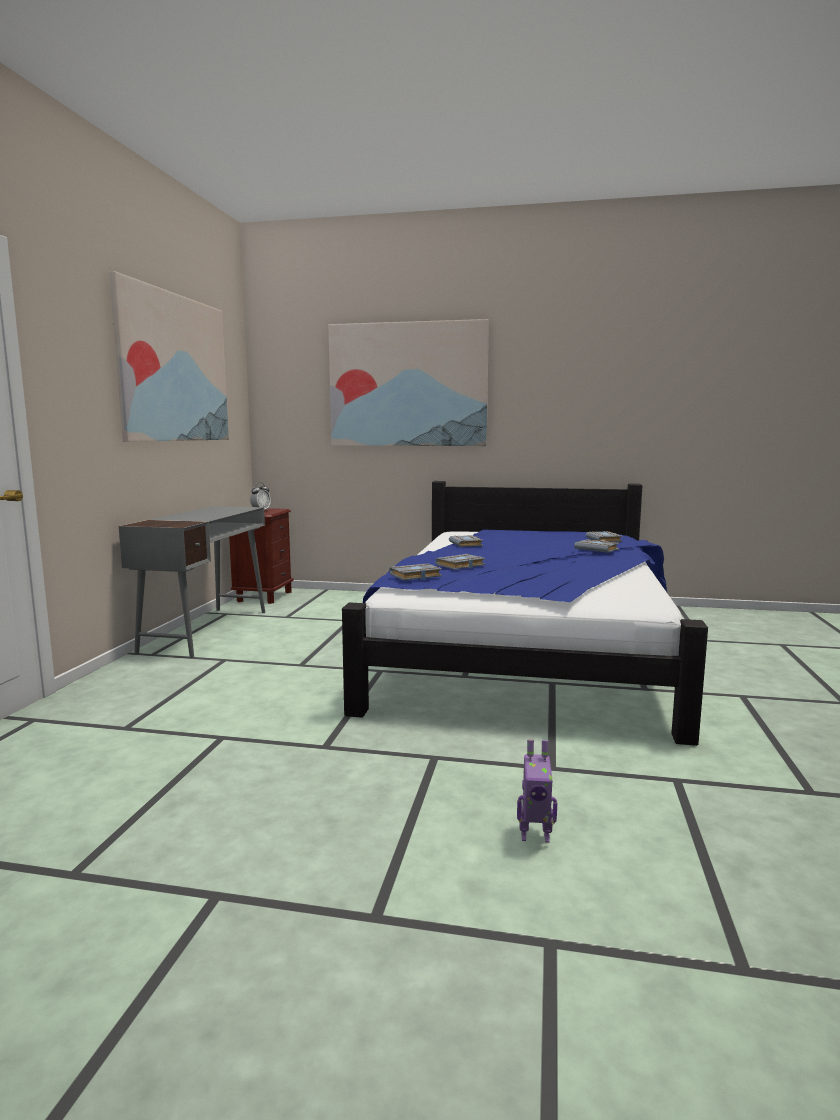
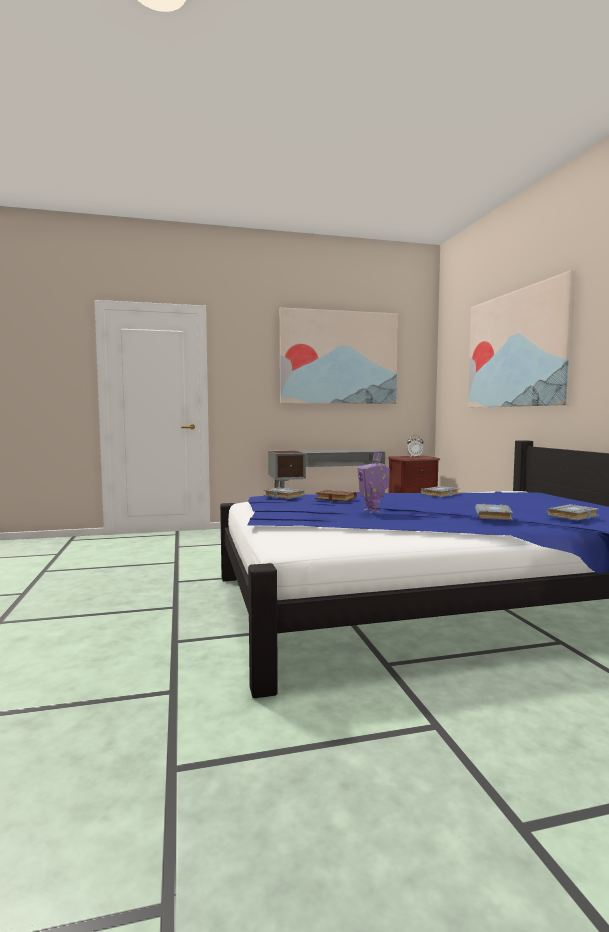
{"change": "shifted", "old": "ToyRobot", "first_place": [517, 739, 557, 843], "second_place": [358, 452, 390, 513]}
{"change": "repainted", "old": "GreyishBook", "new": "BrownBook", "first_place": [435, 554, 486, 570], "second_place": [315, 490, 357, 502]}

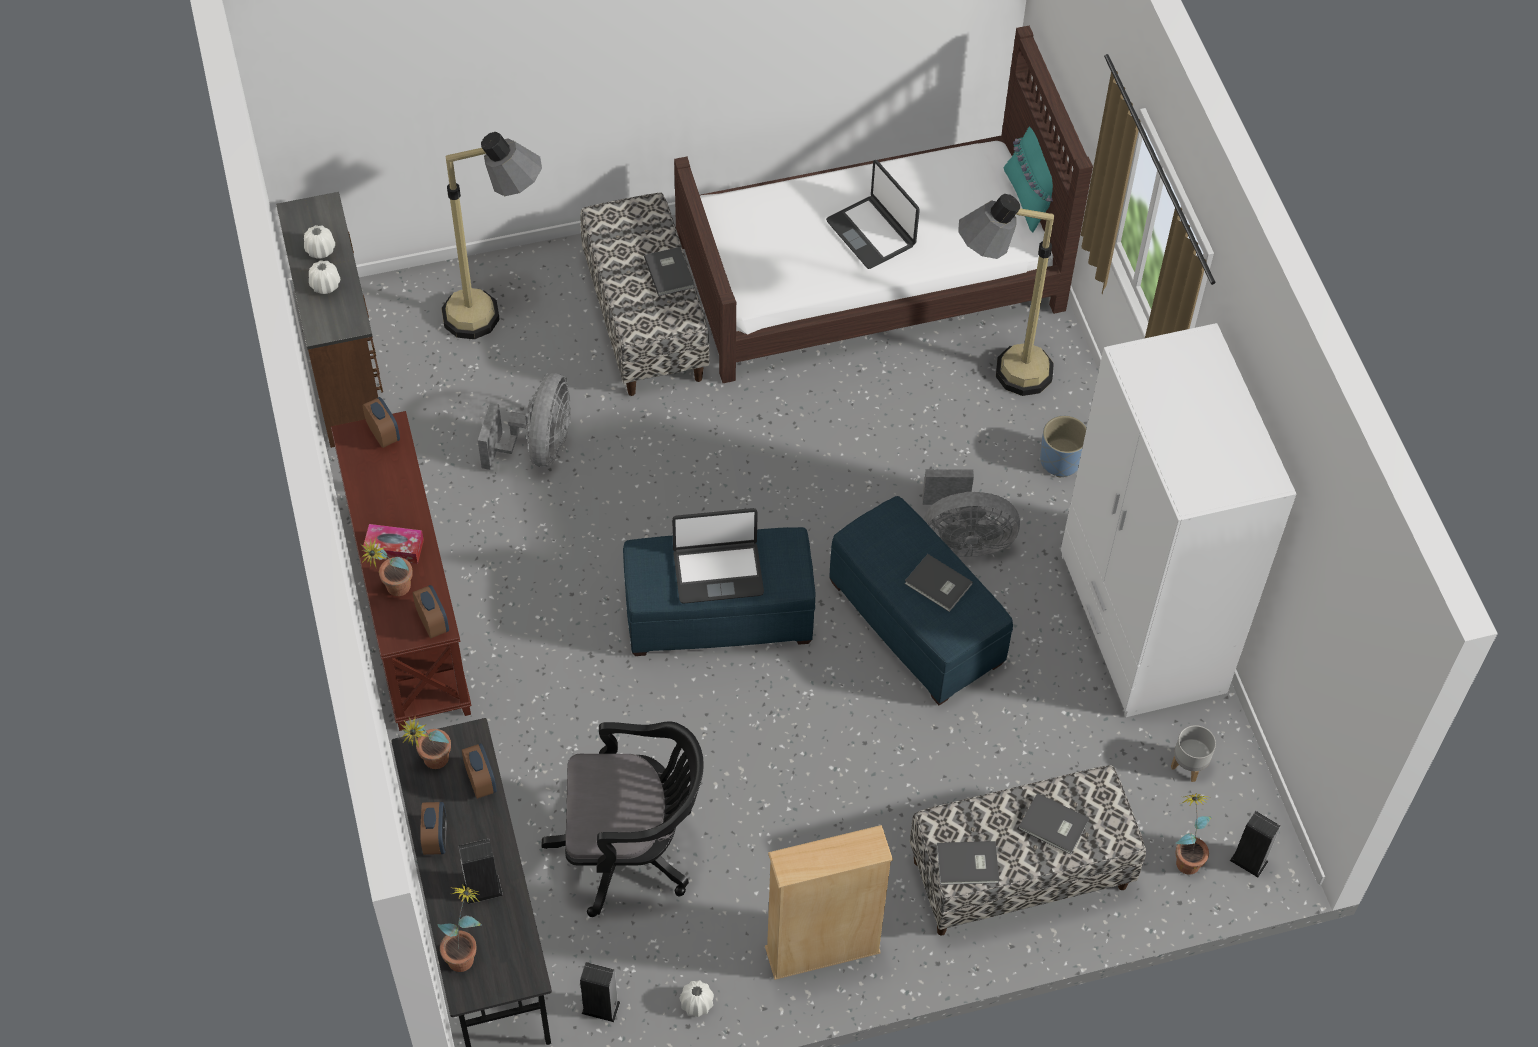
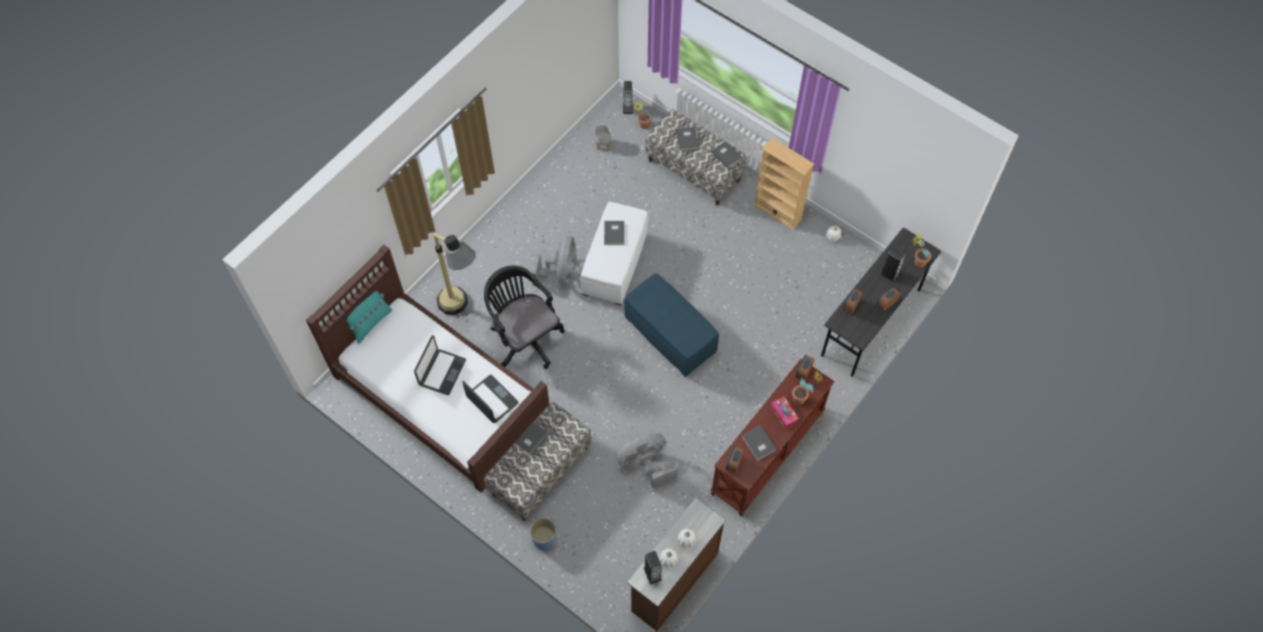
{"change": "gone", "old": "PlantInAPot", "first_place": [399, 715, 451, 769]}
{"change": "gone", "old": "StandingLamp", "first_place": [441, 132, 542, 339]}
{"change": "gone", "old": "WhitishClothesCupboard", "first_place": [1061, 323, 1296, 717]}
{"change": "new", "new": "GreyishBook", "second_place": [742, 425, 777, 460]}
{"change": "shifted", "old": "BlackOfficeChair", "first_place": [541, 721, 704, 917], "second_place": [484, 266, 565, 369]}
{"change": "shifted", "old": "Loudspeaker", "first_place": [580, 962, 620, 1022], "second_place": [644, 551, 662, 585]}
{"change": "shifted", "old": "NotebookComputer", "first_place": [672, 508, 764, 604], "second_place": [462, 375, 519, 423]}
{"change": "shifted", "old": "BlueColouredFlowerPot", "first_place": [1040, 416, 1087, 477], "second_place": [530, 518, 556, 550]}
{"change": "repainted", "old": "BlueColouredPouffe", "new": "WhitishPouffe", "first_place": [829, 496, 1013, 705], "second_place": [580, 202, 648, 305]}
{"change": "rotated", "old": "GreyishCoolingFan", "first_place": [922, 469, 1020, 557], "second_place": [531, 236, 577, 286], "degrees": 45}

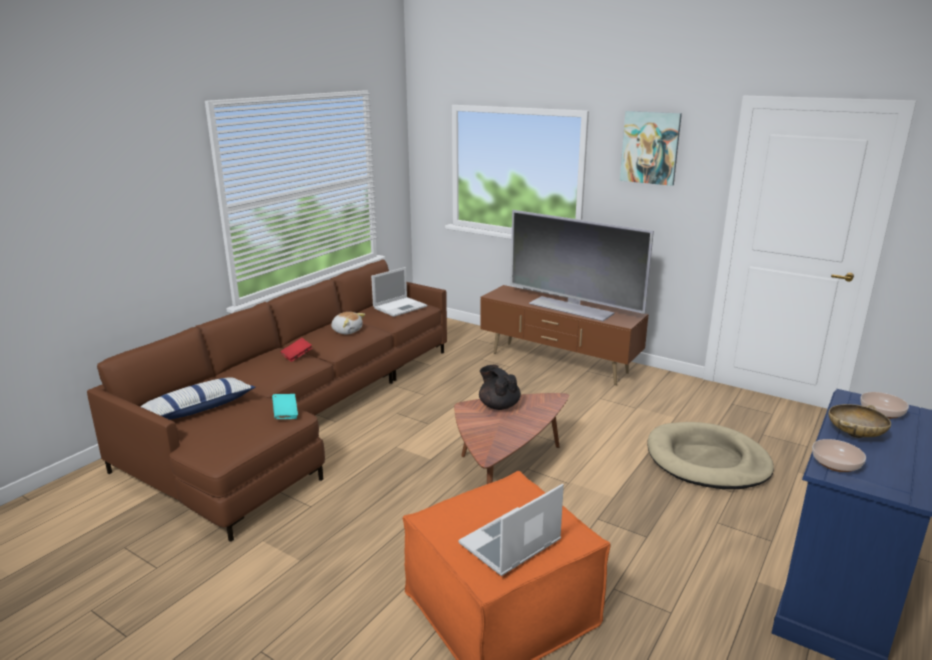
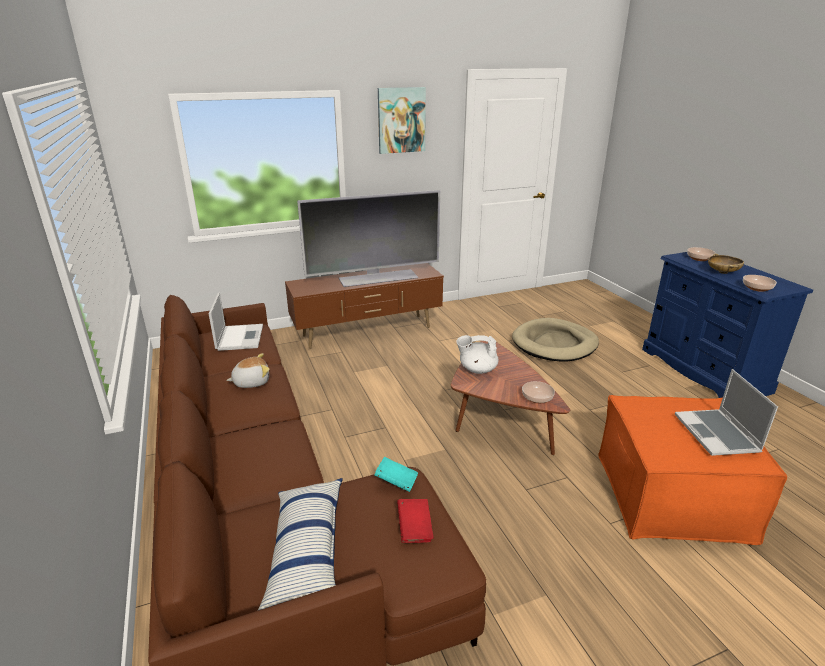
{"change": "new", "new": "ServingBowl", "second_place": [522, 381, 555, 403]}
{"change": "shifted", "old": "RedBook", "first_place": [280, 338, 312, 362], "second_place": [397, 499, 434, 543]}
{"change": "repainted", "old": "BlackPotForTea", "new": "WhitishPotForTea", "first_place": [479, 365, 521, 410], "second_place": [456, 335, 499, 374]}

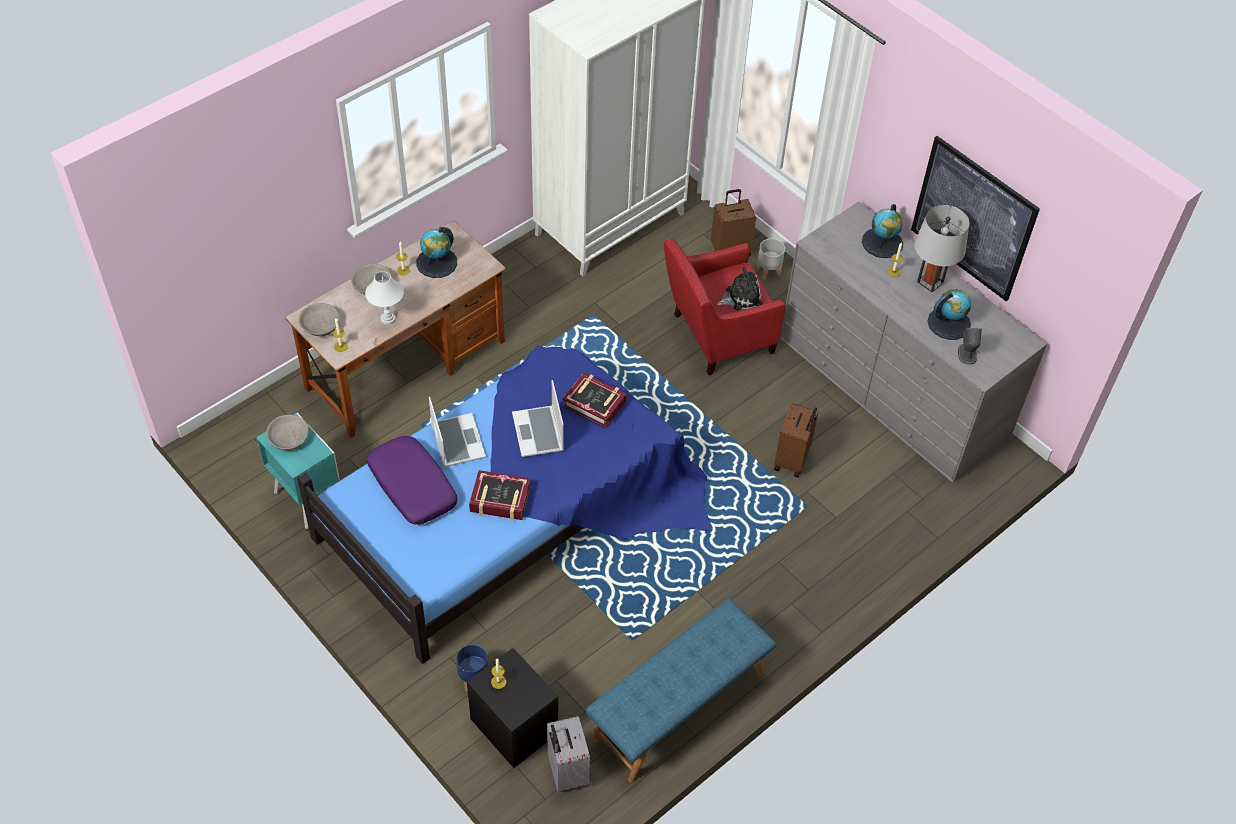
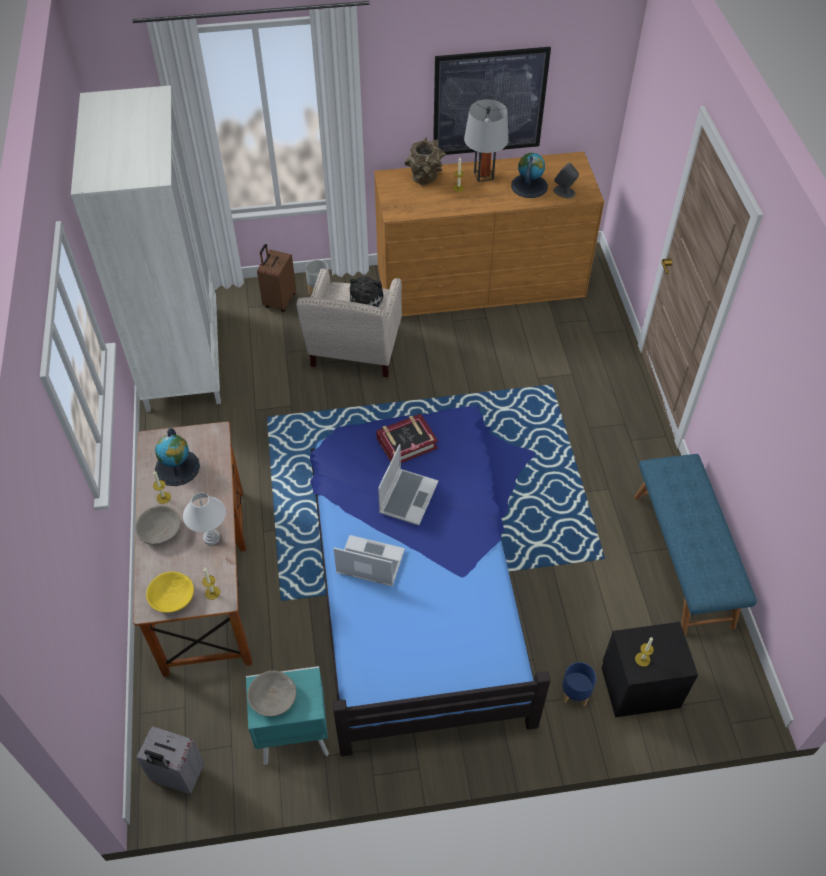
{"change": "gone", "old": "PurpleColouredCushion", "first_place": [366, 436, 458, 525]}
{"change": "gone", "old": "Book", "first_place": [469, 470, 531, 520]}
{"change": "gone", "old": "BrownTravelCase", "first_place": [774, 403, 819, 477]}
{"change": "shifted", "old": "GreyishTravelCase", "first_place": [547, 716, 590, 792], "second_place": [136, 726, 205, 794]}
{"change": "swapped", "old": "Globe", "new": "BrownVase", "first_place": [862, 204, 903, 258], "second_place": [405, 138, 446, 185]}
{"change": "repainted", "old": "GreyishServingBowl", "new": "YellowServingBowl", "first_place": [299, 303, 340, 336], "second_place": [146, 571, 194, 613]}
{"change": "repainted", "old": "RedArmchair", "new": "SandColouredArmchair", "first_place": [664, 239, 785, 375], "second_place": [296, 268, 402, 377]}
{"change": "repainted", "old": "GreyishDrawerChest", "new": "BrownDrawerChest", "first_place": [780, 202, 1047, 483], "second_place": [374, 152, 604, 316]}
{"change": "rotated", "old": "NotebookComputer", "first_place": [512, 380, 564, 457], "second_place": [378, 444, 438, 525], "degrees": -90}

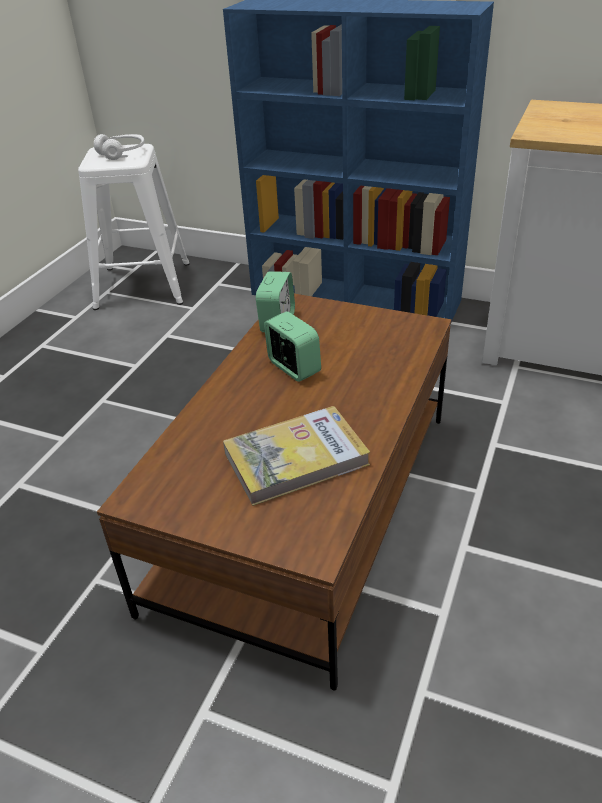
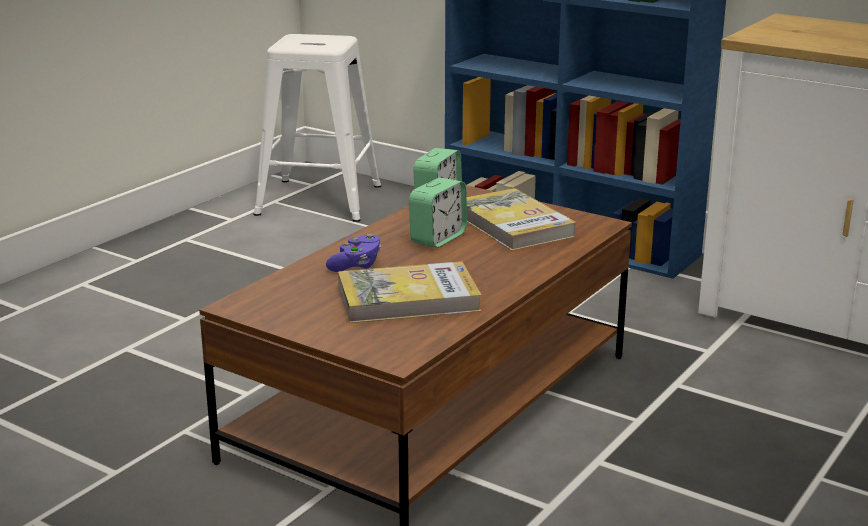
{"change": "gone", "old": "WhitishPairOfHeadphones", "first_place": [94, 134, 145, 160]}
{"change": "new", "new": "PurpleColouredJoypad", "second_place": [326, 234, 381, 272]}
{"change": "new", "new": "Book", "second_place": [467, 188, 576, 251]}
{"change": "rotated", "old": "BedsideClock", "first_place": [264, 311, 321, 382], "second_place": [409, 178, 467, 248], "degrees": 60}

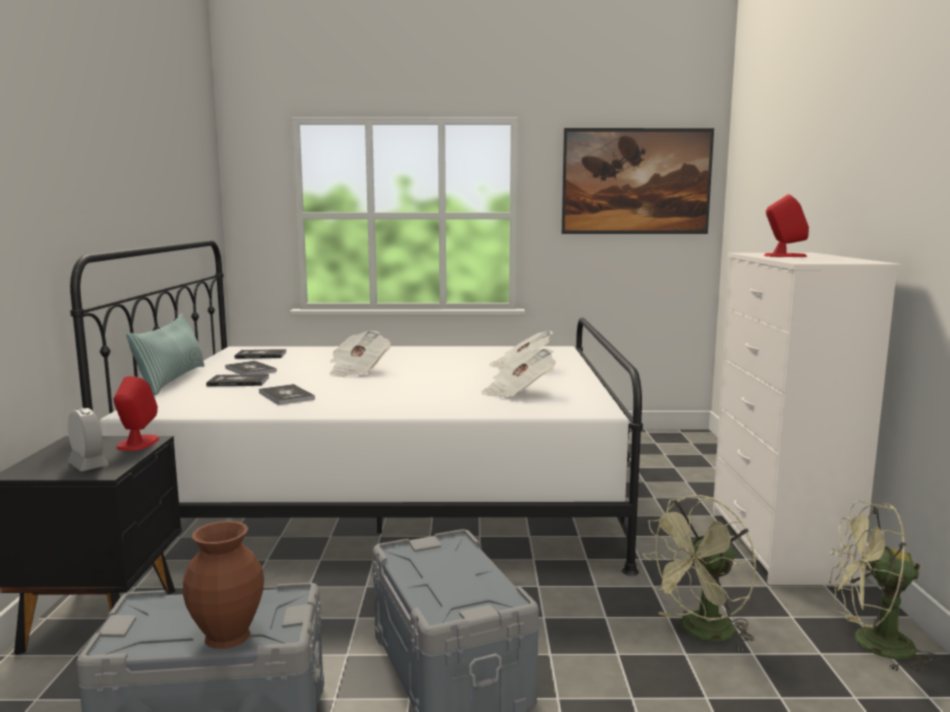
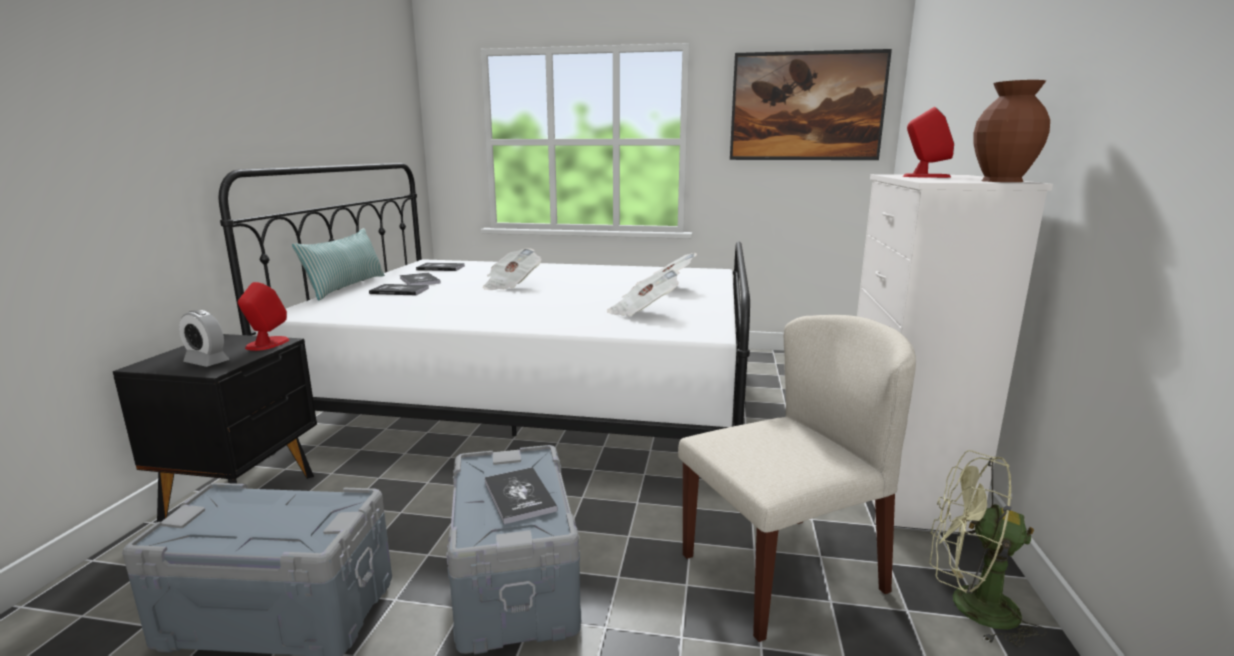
{"change": "shifted", "old": "BrownVase", "first_place": [183, 521, 264, 649], "second_place": [974, 80, 1050, 182]}
{"change": "shifted", "old": "Book", "first_place": [259, 384, 315, 405], "second_place": [484, 467, 558, 524]}
{"change": "swapped", "old": "GreenishCoolingFan", "new": "SandColouredUprightChair", "first_place": [642, 495, 756, 651], "second_place": [678, 315, 916, 642]}
{"change": "rotated", "old": "BedsideClock", "first_place": [68, 408, 109, 471], "second_place": [179, 310, 230, 367], "degrees": 150}

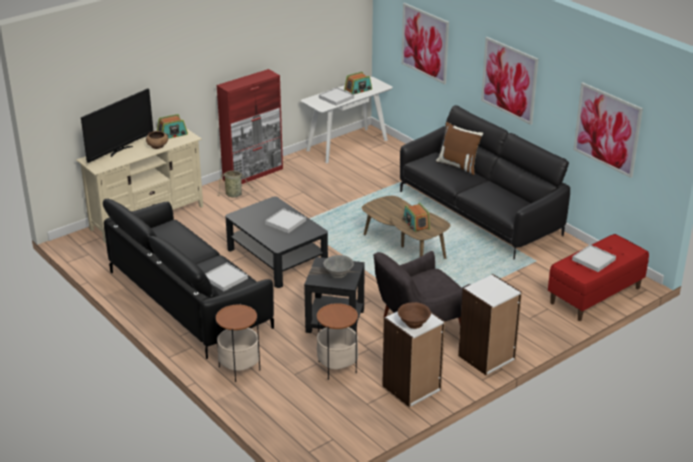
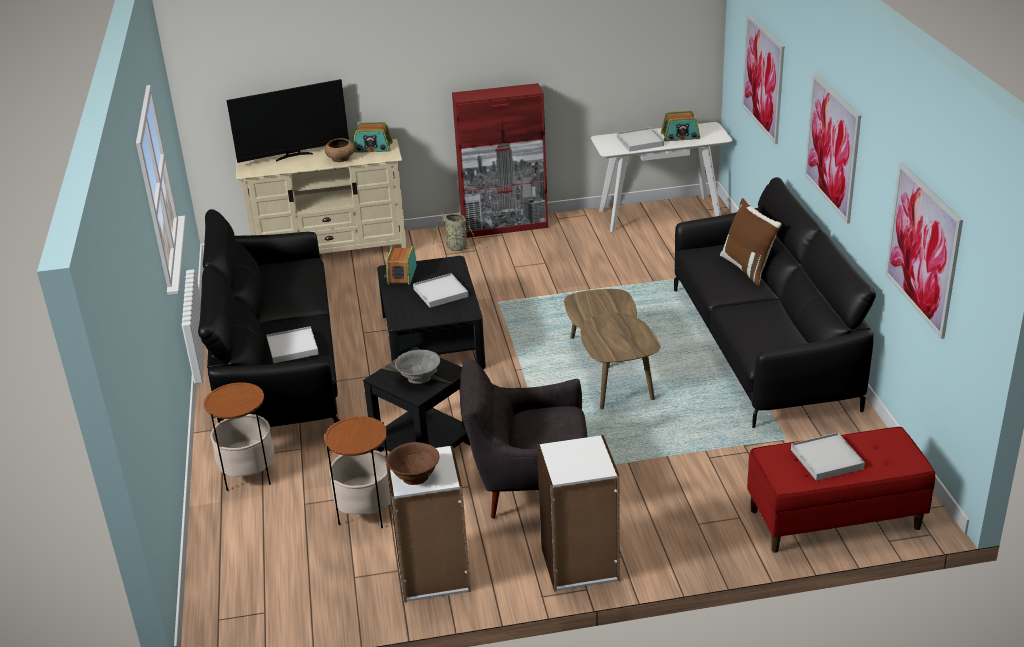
{"change": "shifted", "old": "RadioSet", "first_place": [402, 203, 430, 233], "second_place": [384, 246, 417, 285]}

